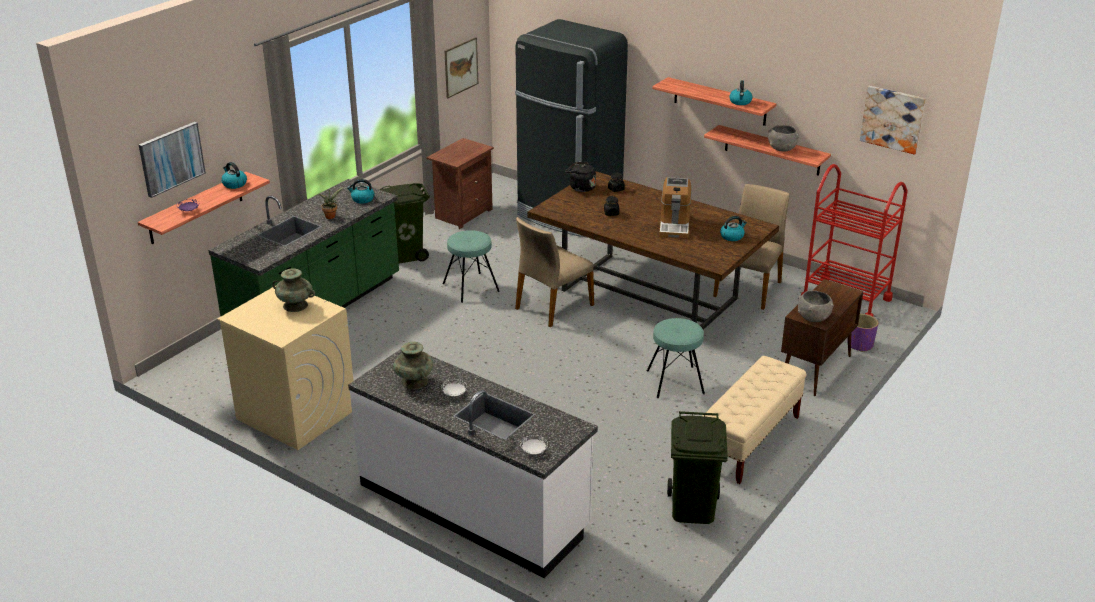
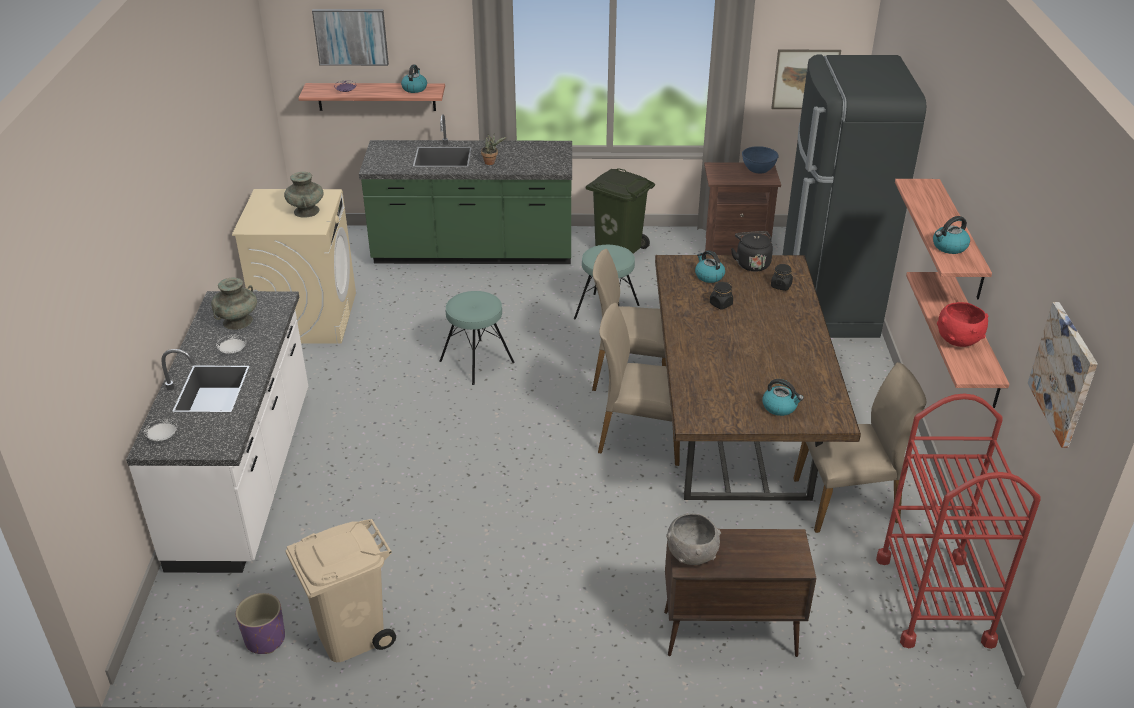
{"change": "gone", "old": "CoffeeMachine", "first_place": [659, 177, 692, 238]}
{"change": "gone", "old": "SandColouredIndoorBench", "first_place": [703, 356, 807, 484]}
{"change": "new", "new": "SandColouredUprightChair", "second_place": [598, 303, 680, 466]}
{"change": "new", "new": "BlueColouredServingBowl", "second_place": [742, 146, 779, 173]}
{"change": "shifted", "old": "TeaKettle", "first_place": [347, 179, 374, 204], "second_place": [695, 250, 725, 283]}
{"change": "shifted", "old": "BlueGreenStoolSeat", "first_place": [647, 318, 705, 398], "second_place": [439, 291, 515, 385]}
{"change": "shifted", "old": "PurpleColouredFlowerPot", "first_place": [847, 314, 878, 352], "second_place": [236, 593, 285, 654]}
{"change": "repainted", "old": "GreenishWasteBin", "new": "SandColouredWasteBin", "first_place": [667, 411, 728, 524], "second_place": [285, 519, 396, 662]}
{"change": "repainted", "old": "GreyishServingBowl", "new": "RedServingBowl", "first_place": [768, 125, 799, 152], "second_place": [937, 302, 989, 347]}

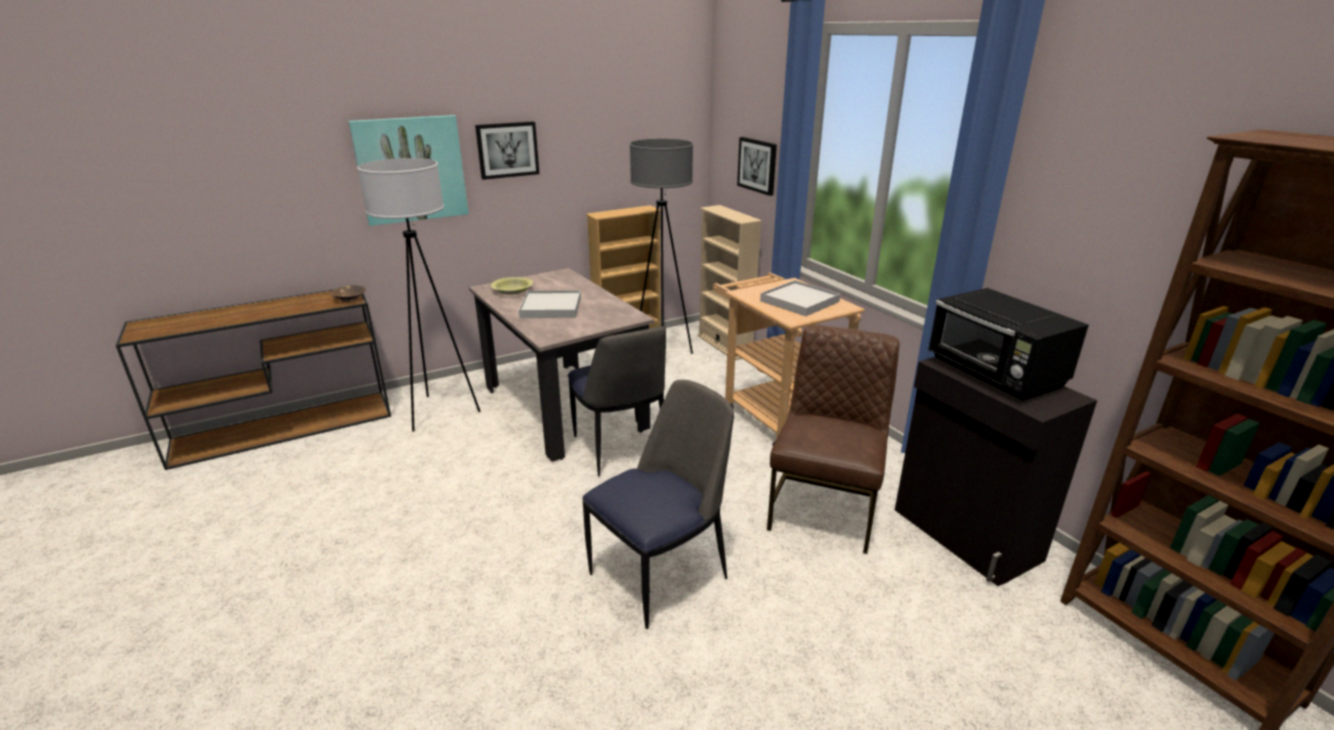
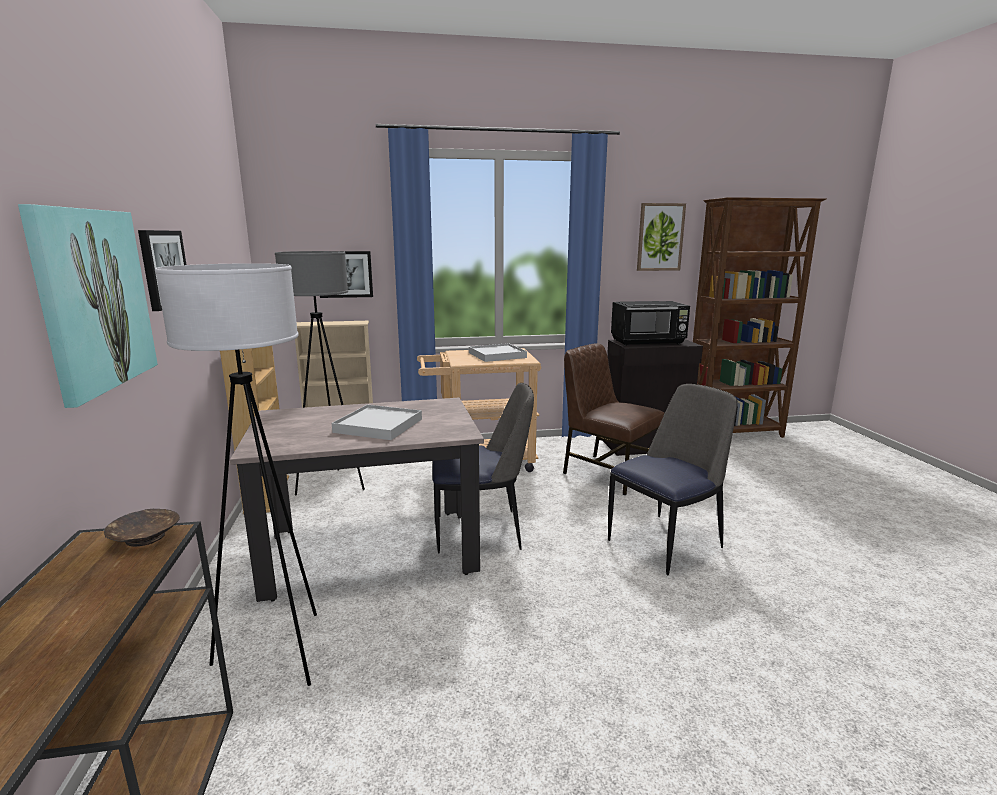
{"change": "gone", "old": "YellowServingBowl", "first_place": [491, 277, 533, 295]}
{"change": "new", "new": "WallArt", "second_place": [637, 203, 686, 271]}
{"change": "rotated", "old": "UprightChair", "first_place": [582, 380, 734, 629], "second_place": [608, 384, 738, 575], "degrees": 75}

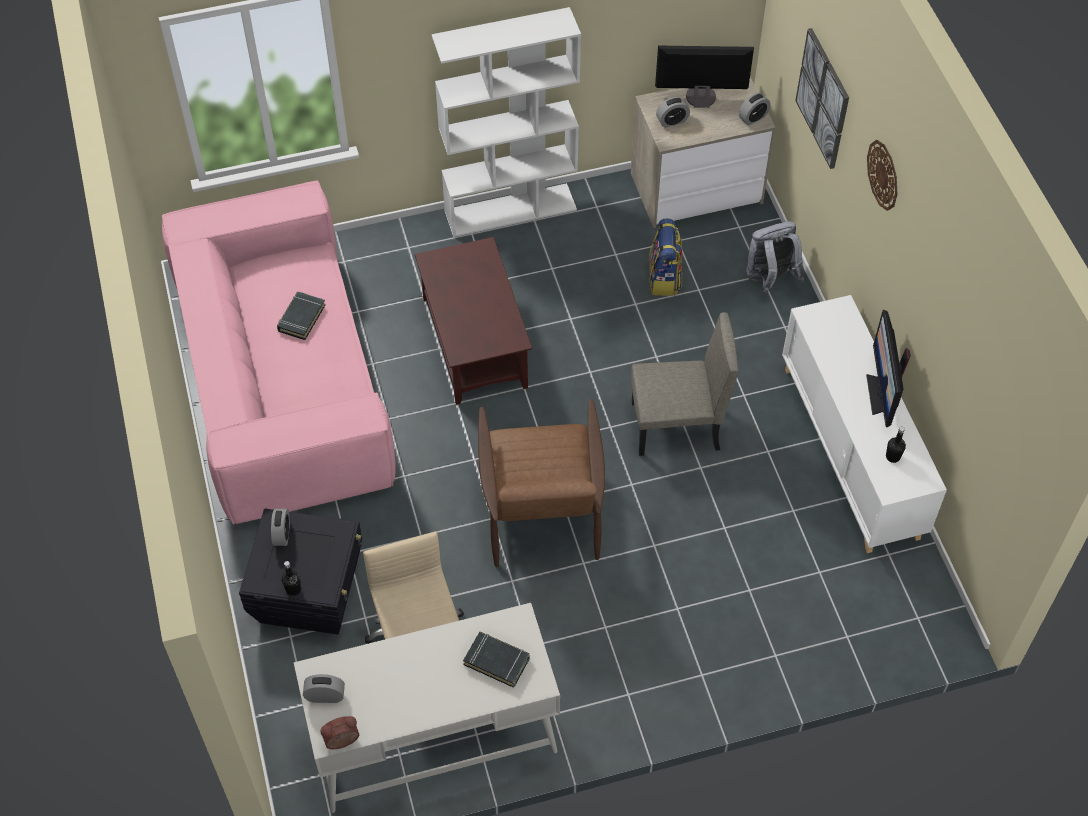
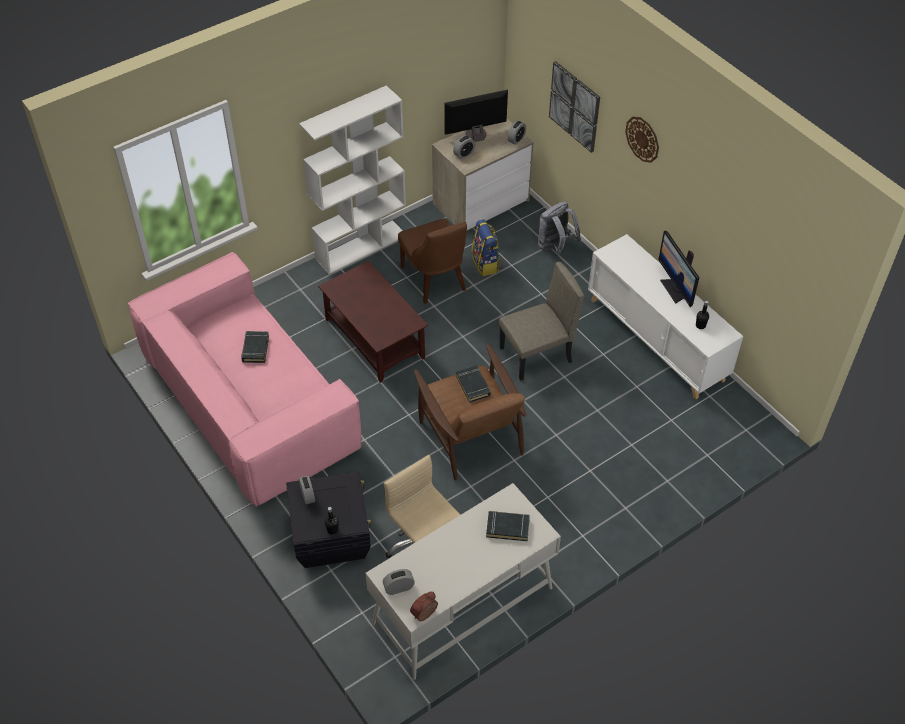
{"change": "new", "new": "BrownUprightChair", "second_place": [398, 218, 467, 304]}
{"change": "new", "new": "BlackBook", "second_place": [456, 366, 491, 403]}

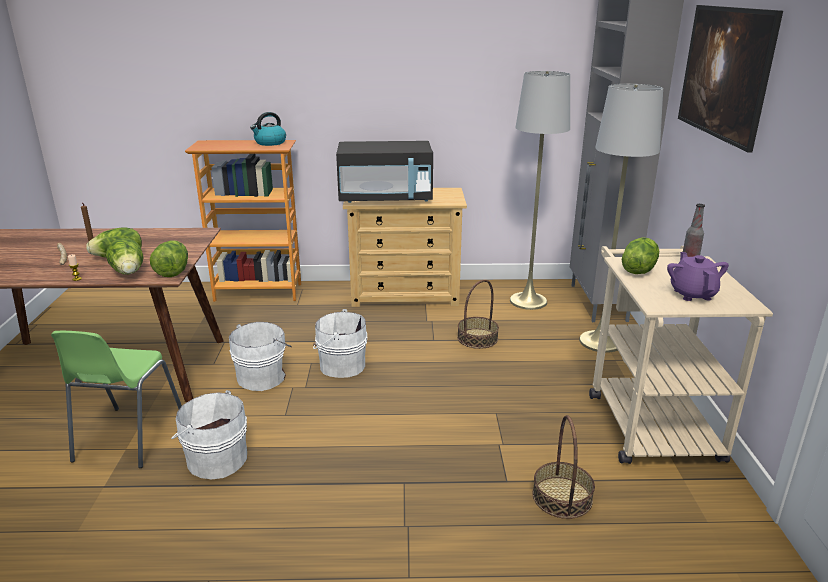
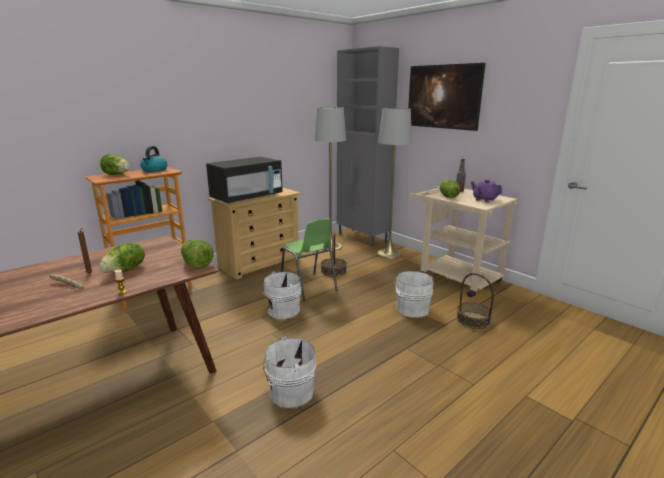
{"change": "shifted", "old": "GreenishUprightChair", "first_place": [51, 331, 182, 468], "second_place": [281, 218, 338, 301]}
{"change": "shifted", "old": "LettuceHead", "first_place": [106, 238, 144, 274], "second_place": [100, 154, 130, 175]}
{"change": "shifted", "old": "WhitishPail", "first_place": [229, 322, 292, 391], "second_place": [393, 271, 434, 317]}

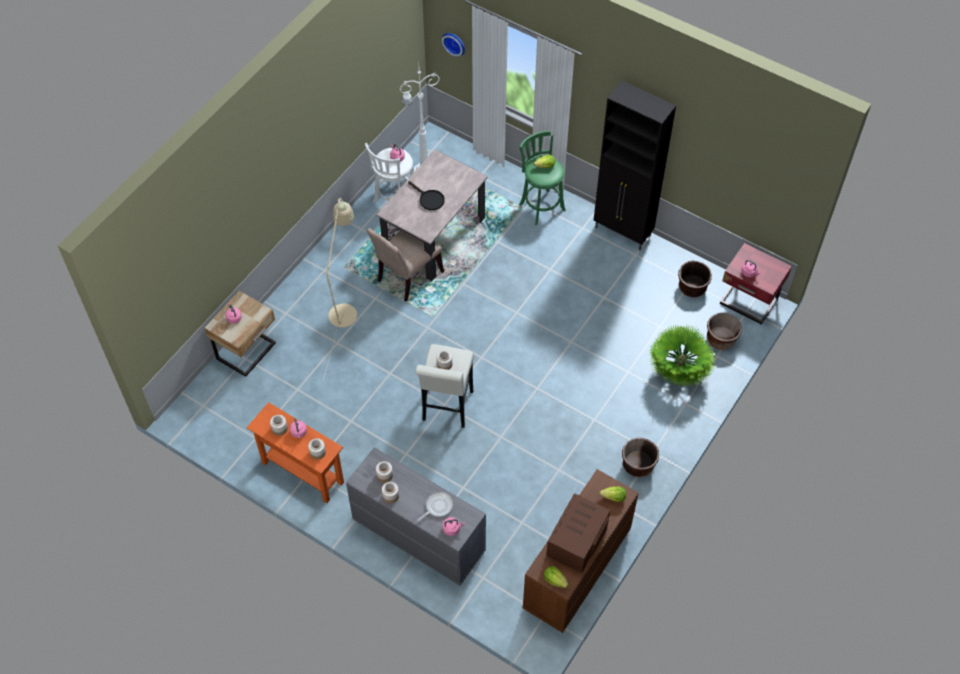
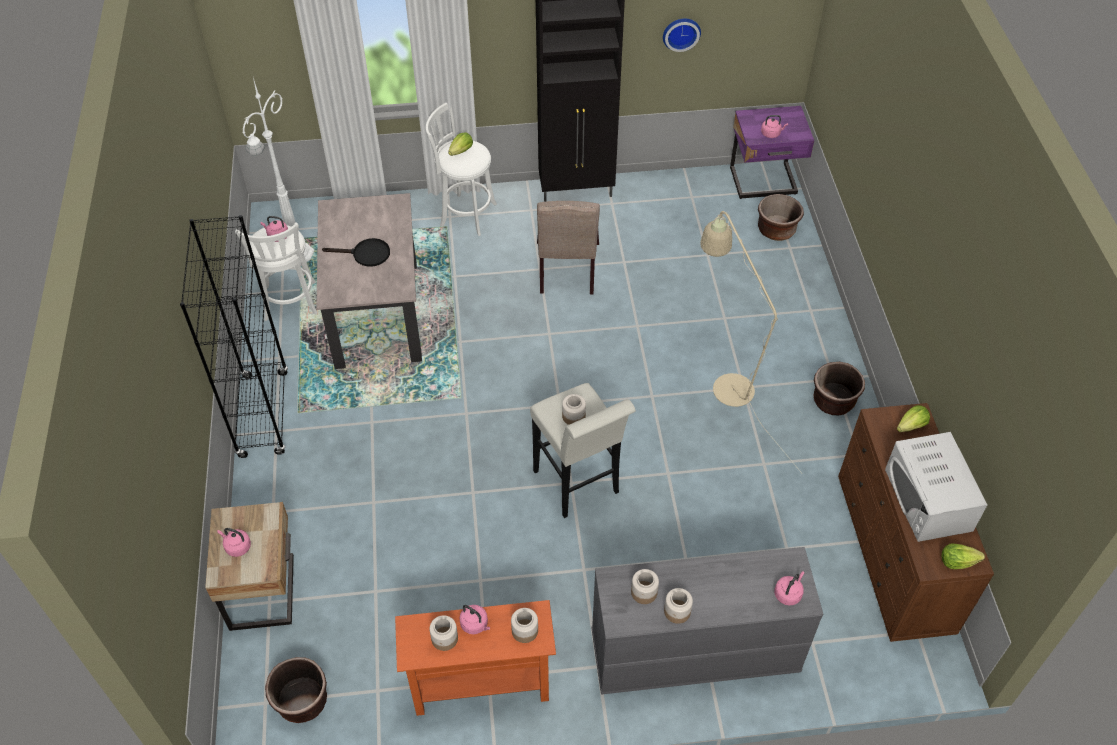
{"change": "gone", "old": "FryingPan", "first_place": [417, 492, 453, 522]}
{"change": "gone", "old": "PlantInAPot", "first_place": [649, 325, 716, 387]}
{"change": "new", "new": "BlackBookcase", "second_place": [180, 215, 288, 458]}
{"change": "shifted", "old": "SandColouredStandingLamp", "first_place": [322, 198, 357, 382], "second_place": [700, 211, 802, 473]}
{"change": "shifted", "old": "SandColouredUprightChair", "first_place": [367, 228, 444, 302], "second_place": [537, 201, 600, 294]}
{"change": "shifted", "old": "ClockOnTheWall", "first_place": [442, 33, 465, 57], "second_place": [663, 19, 701, 52]}
{"change": "shifted", "old": "BrownFlowerPot", "first_place": [678, 261, 712, 297], "second_place": [265, 657, 327, 723]}
{"change": "repainted", "old": "GreenishStoolSeat", "new": "WhitishStoolSeat", "first_place": [519, 131, 566, 225], "second_place": [426, 103, 497, 236]}
{"change": "repainted", "old": "BrownMicrowaveOven", "new": "WhitishMicrowaveOven", "first_place": [546, 494, 610, 573], "second_place": [885, 432, 987, 542]}
{"change": "repainted", "old": "RedNightstand", "new": "PurpleColouredNightstand", "first_place": [720, 243, 792, 325], "second_place": [730, 106, 814, 199]}

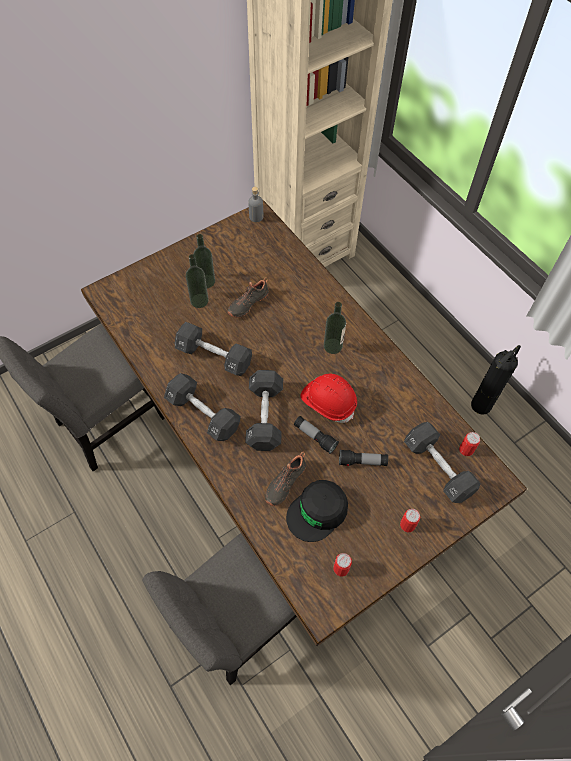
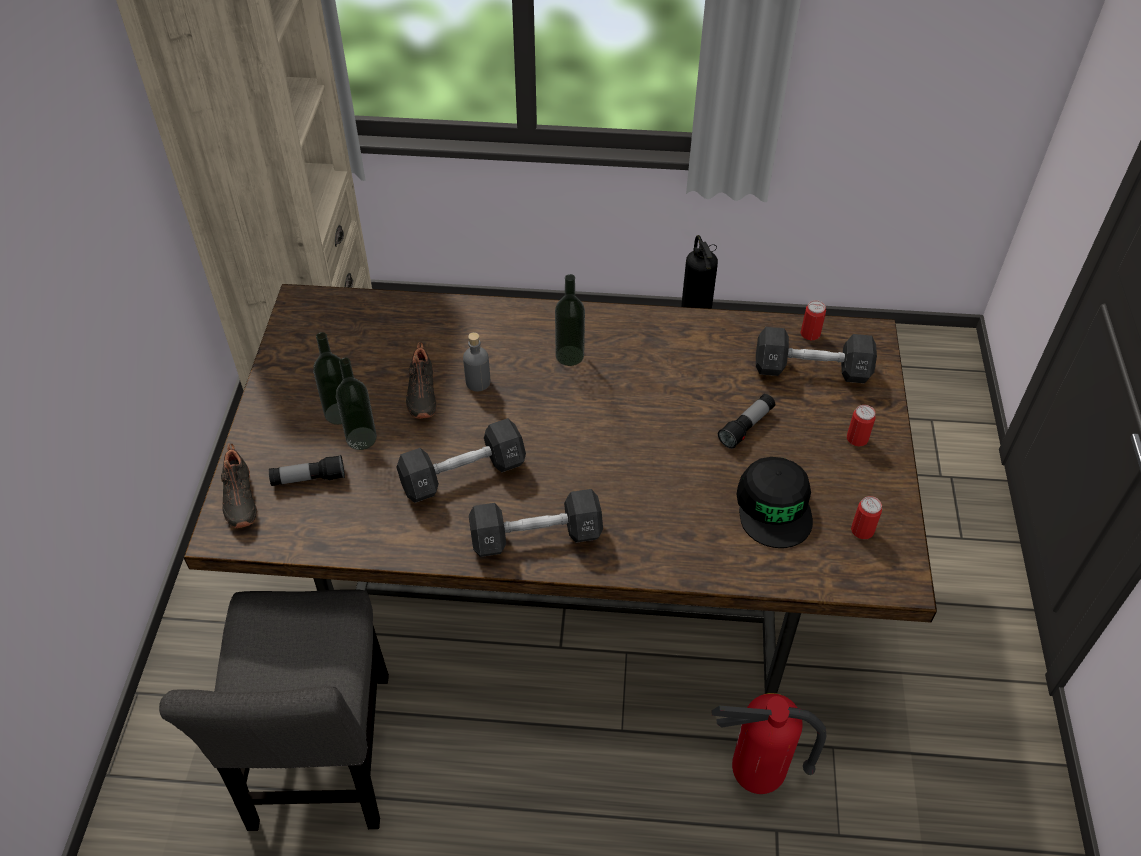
{"change": "gone", "old": "BlackHandWeight", "first_place": [245, 370, 283, 451]}
{"change": "gone", "old": "RedHardHat", "first_place": [300, 374, 357, 423]}
{"change": "shifted", "old": "GreyishBeverageBottle", "first_place": [248, 187, 263, 222], "second_place": [463, 332, 490, 391]}
{"change": "shifted", "old": "BlackLowShoe", "first_place": [265, 452, 306, 506], "second_place": [221, 444, 257, 528]}
{"change": "shifted", "old": "HandTorch", "first_place": [294, 416, 339, 454], "second_place": [269, 455, 345, 486]}
{"change": "swapped", "old": "GreyishUprightChair", "new": "Extinguisher", "first_place": [142, 533, 297, 685], "second_place": [711, 693, 826, 794]}

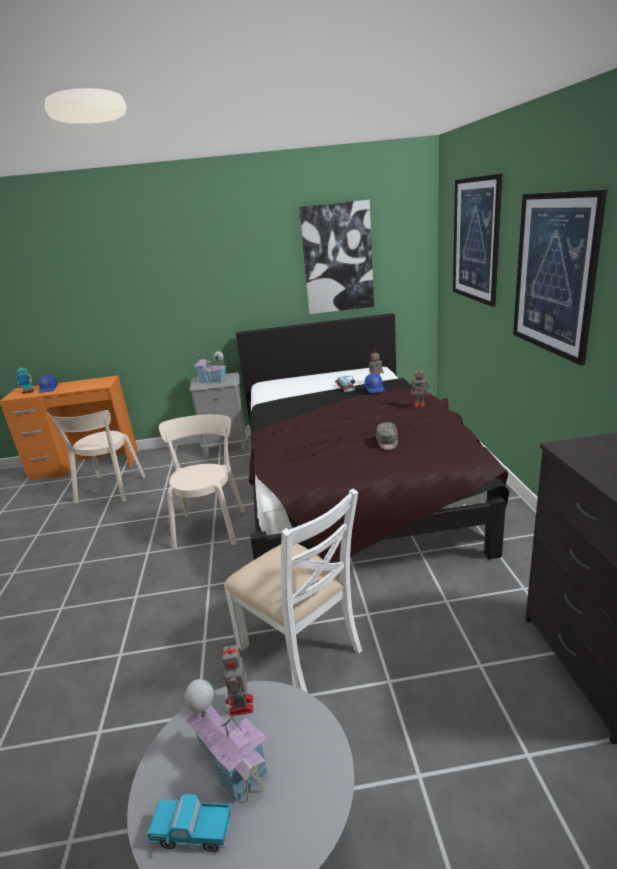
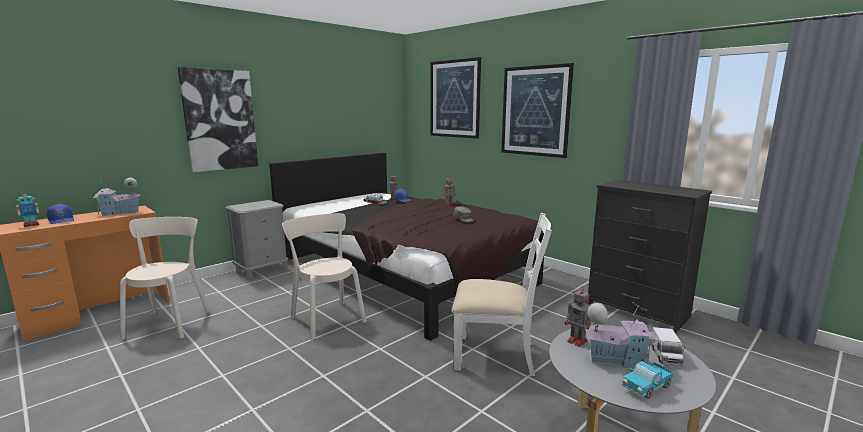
{"change": "new", "new": "ToyTruck", "second_place": [652, 327, 685, 366]}
{"change": "shifted", "old": "MiniatureHouse", "first_place": [194, 349, 227, 384], "second_place": [93, 177, 140, 216]}
{"change": "shifted", "old": "WallArt", "first_place": [299, 200, 374, 314], "second_place": [178, 67, 258, 172]}
{"change": "rotated", "old": "SandColouredUprightChair", "first_place": [47, 410, 145, 503], "second_place": [120, 217, 211, 339], "degrees": -150}

